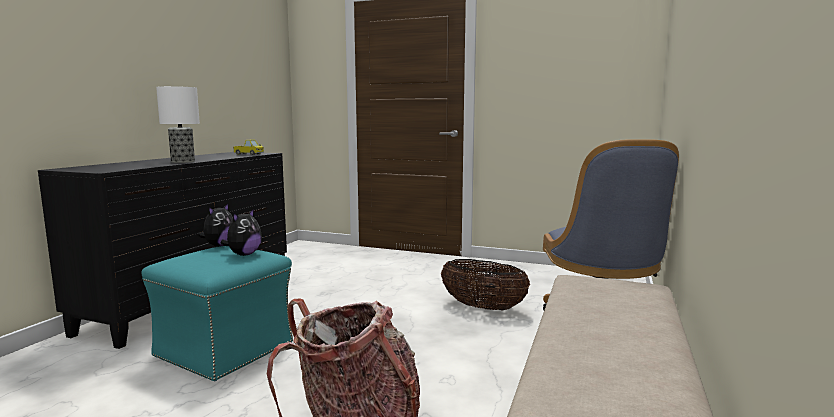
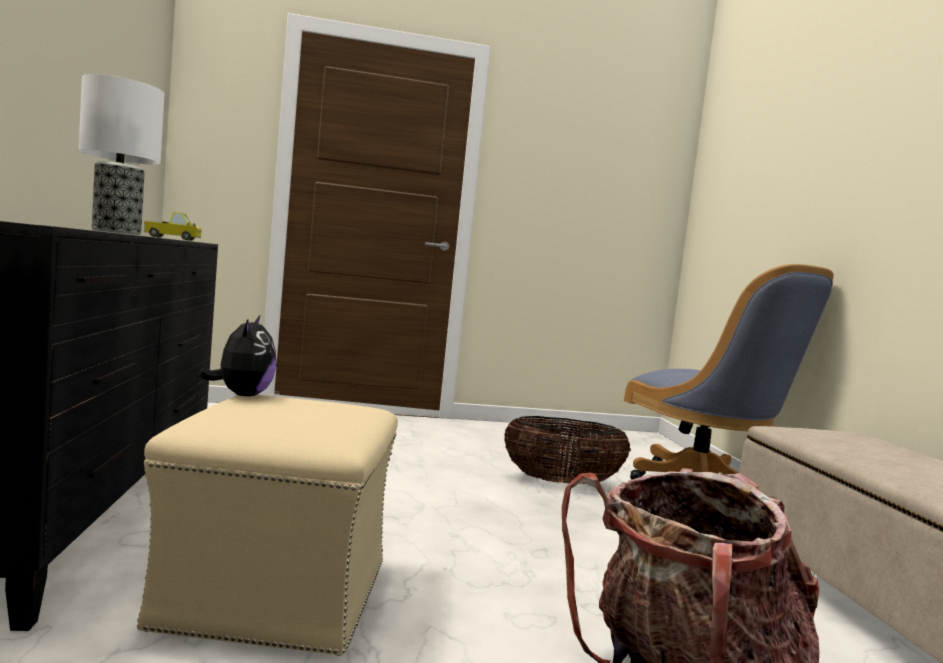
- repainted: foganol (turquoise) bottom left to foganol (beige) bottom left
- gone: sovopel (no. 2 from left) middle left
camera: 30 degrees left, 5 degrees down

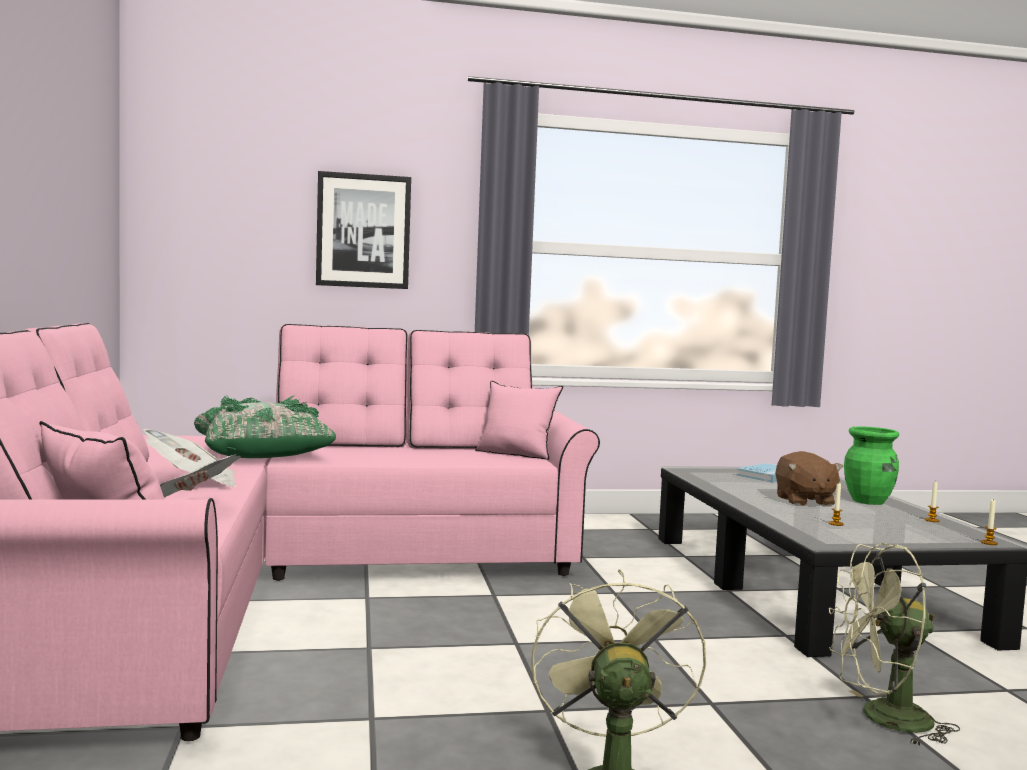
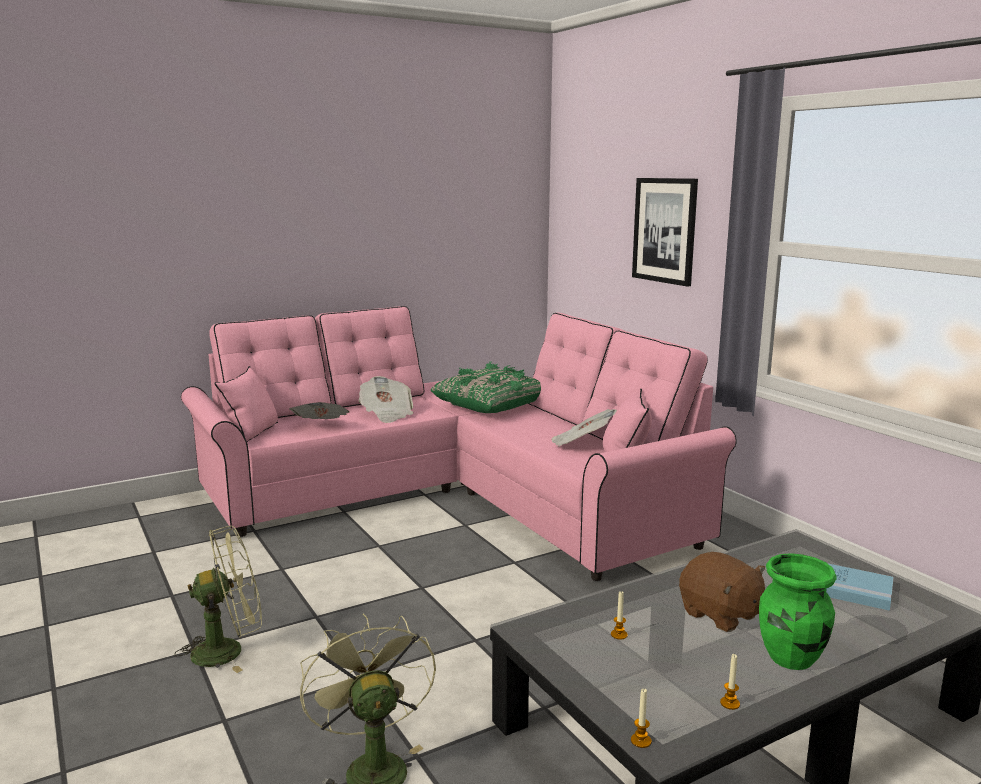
- rotated: sovopel (brown) middle right = bottom right 105 degrees counterclockwise
- new: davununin (no. 3 from left) centre
camera: 70 degrees right, 10 degrees up

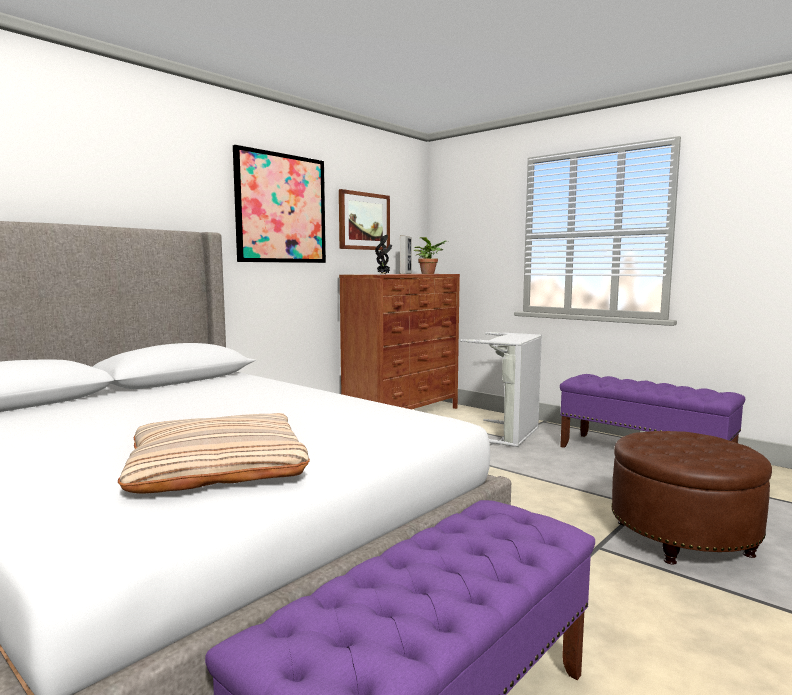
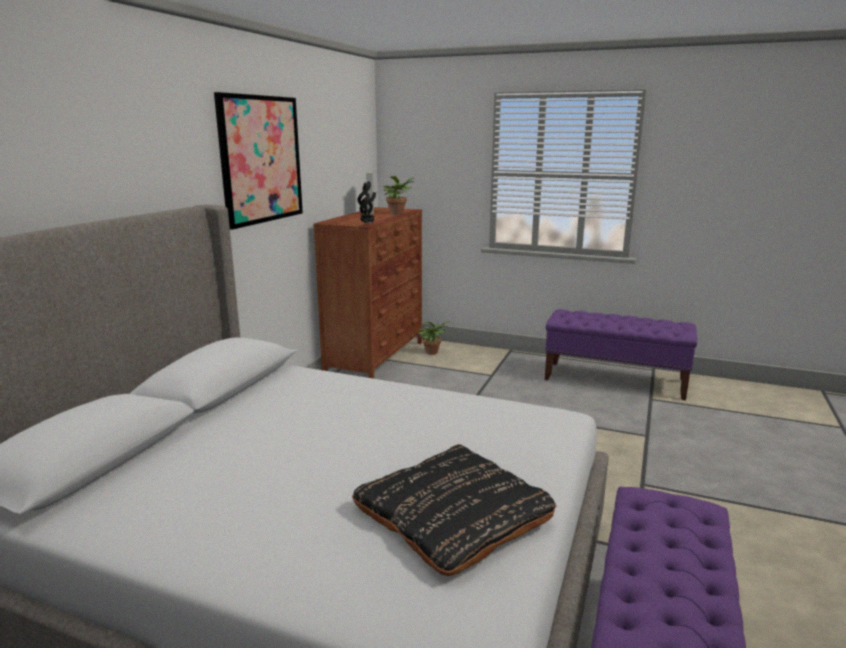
- repainted: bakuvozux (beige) middle left to bakuvozux (black) bottom centre
- gone: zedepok (no. 2 from left) top centre
- gone: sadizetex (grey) centre
- gone: foganol (brown) bottom right
- new: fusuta (no. 3 from left) centre
camera: 20 degrees left, 10 degrees up

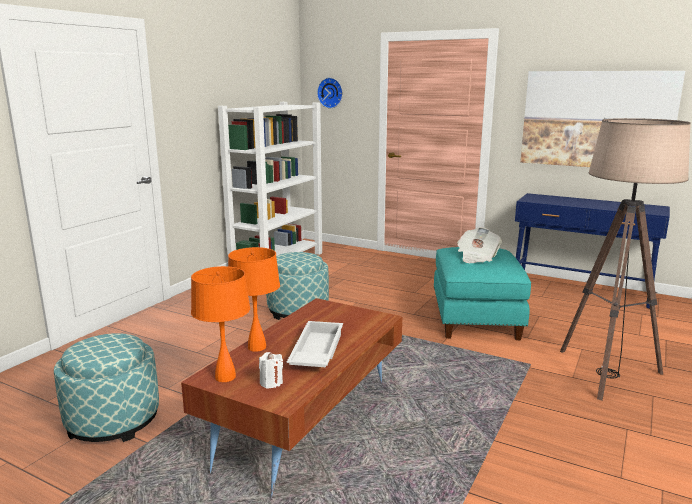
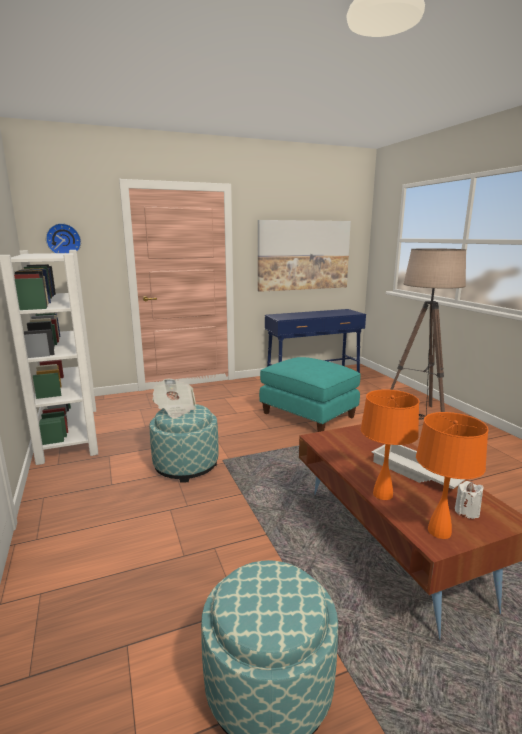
- shifted: davununin middle right to centre
camera: 50 degrees left, 0 degrees up

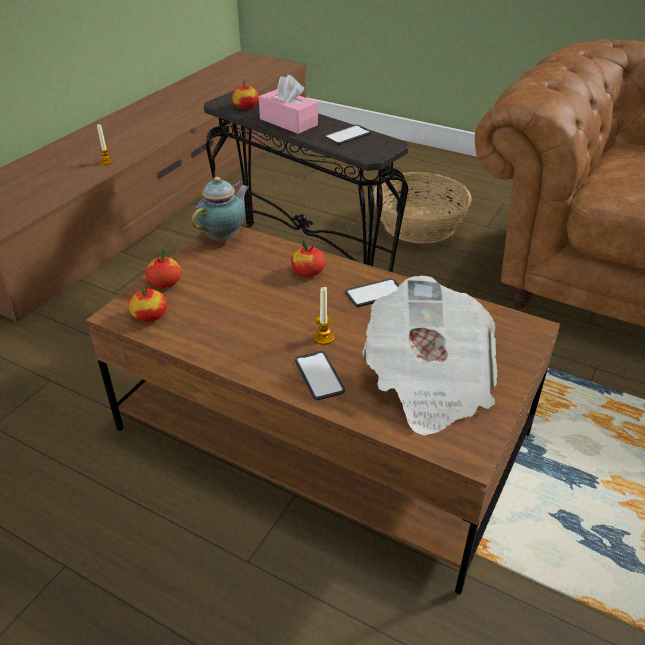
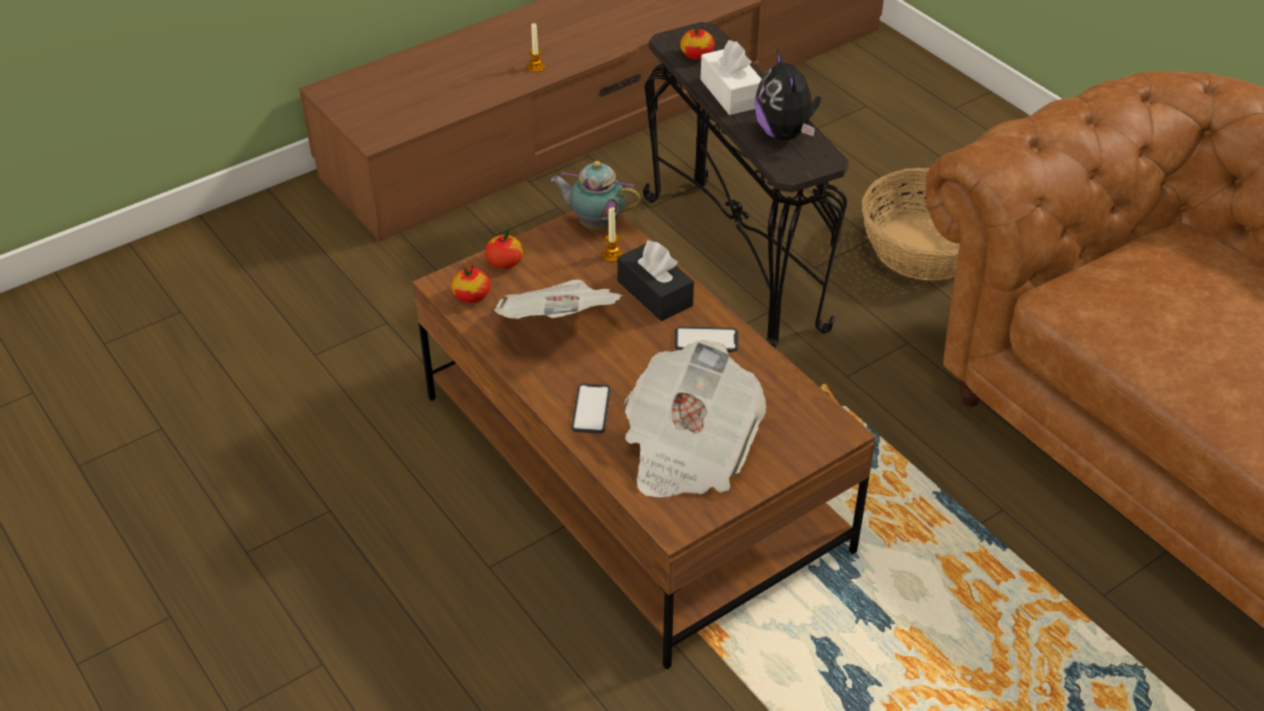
- rotated: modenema top centre = top centre 135 degrees counterclockwise
- repainted: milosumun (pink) top centre to milosumun (white) top centre
- swapped: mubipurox (no. 4 from left) centre to milosumun (black) centre
- shifted: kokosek (no. 2 from left) centre to top centre
- swapped: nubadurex (no. 2 from left) top centre to sovopel top centre
- new: davununin (no. 1 from left) centre
camera: 25 degrees right, 5 degrees up

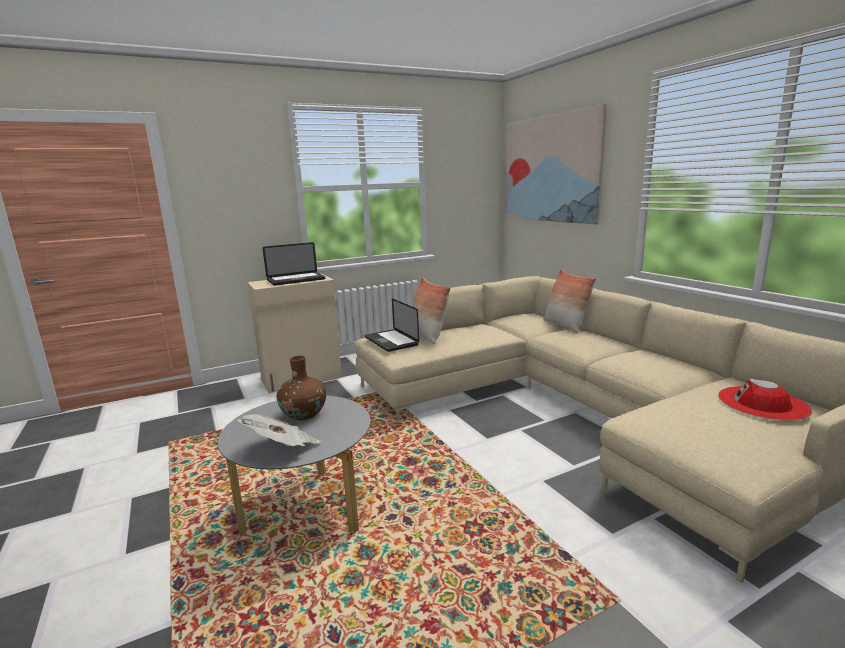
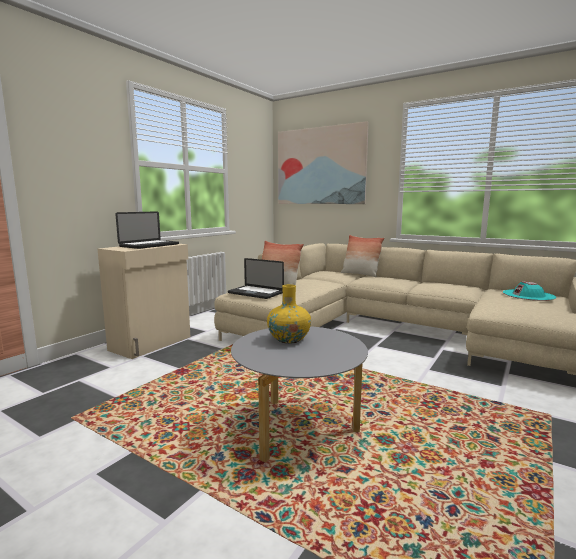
- gone: davununin middle left
- repainted: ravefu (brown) centre to ravefu (yellow) centre
- repainted: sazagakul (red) middle right to sazagakul (turquoise) middle right
camera: 30 degrees left, 5 degrees down

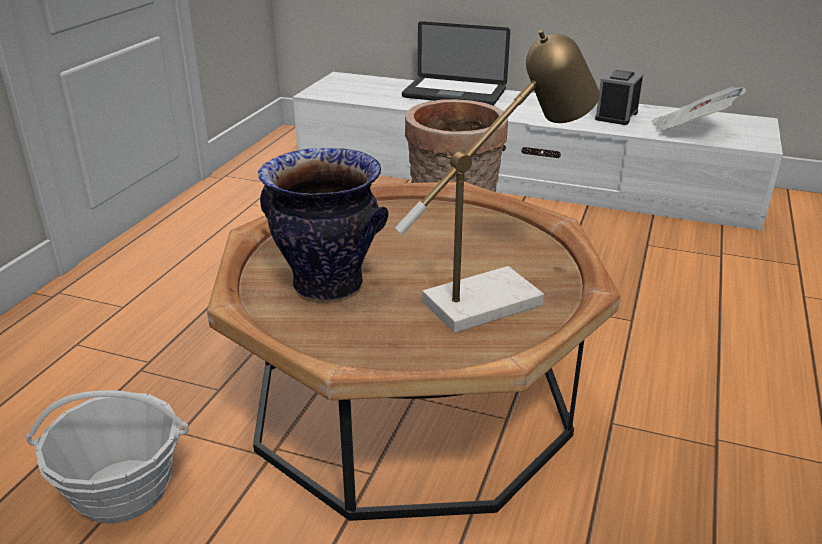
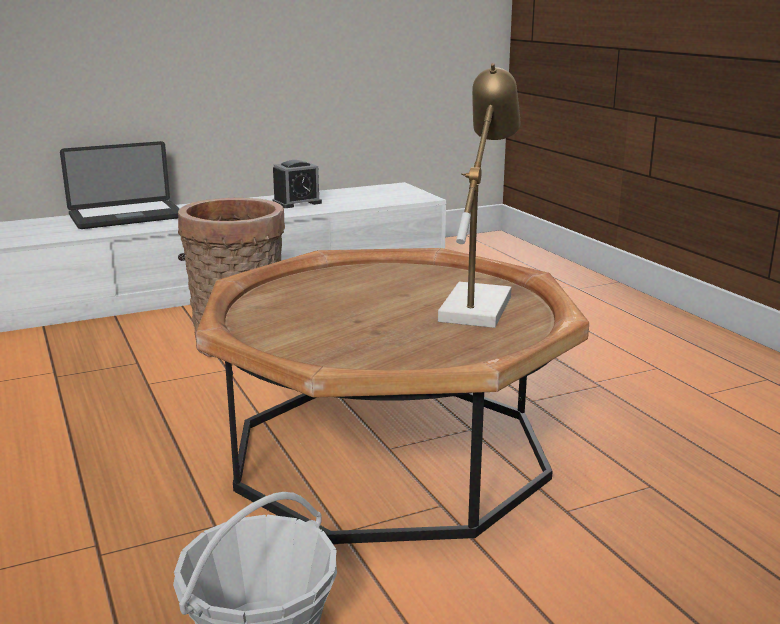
- gone: ravefu centre
- rotated: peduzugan top right = top centre 105 degrees counterclockwise
- gone: davununin top right
camera: 45 degrees left, 10 degrees down

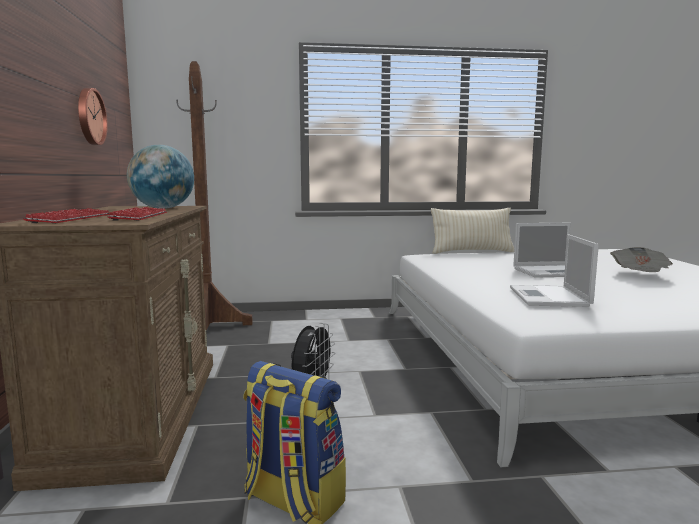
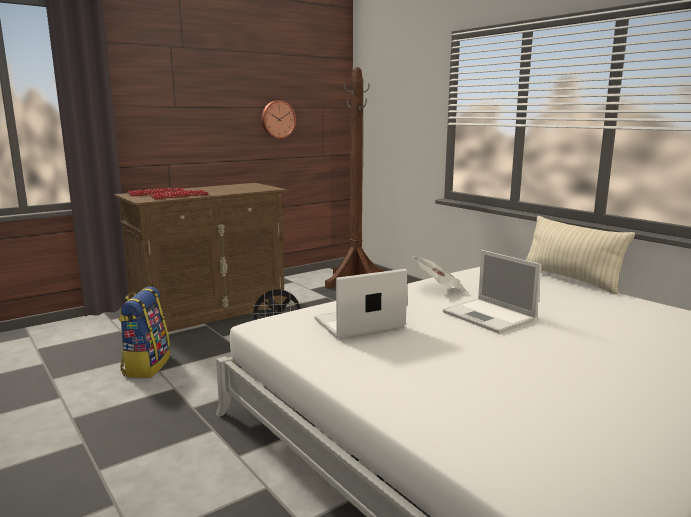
- gone: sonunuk middle left
- shifted: davununin middle right to centre
camera: 60 degrees right, 5 degrees up

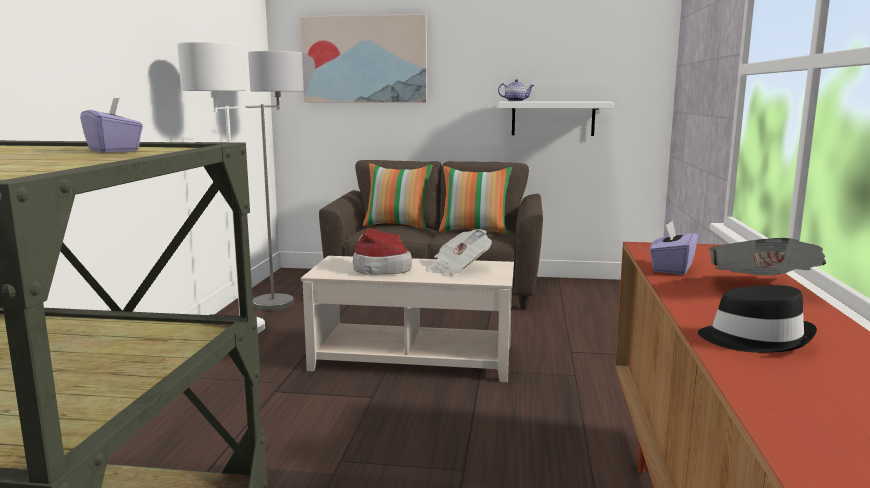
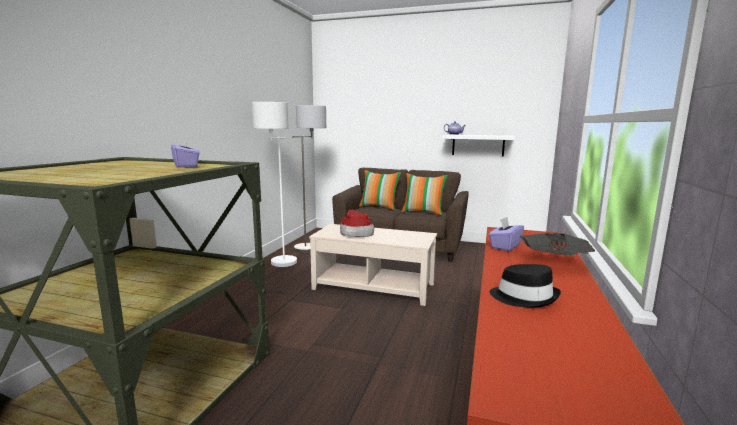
- gone: zedepok top centre
- gone: davununin (no. 1 from left) centre
camera: 10 degrees right, 0 degrees up

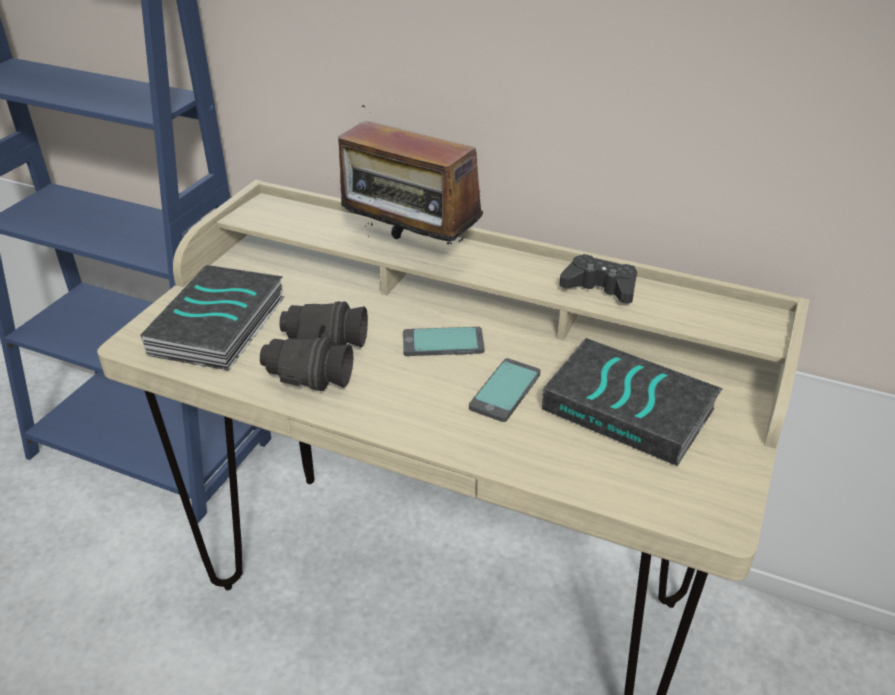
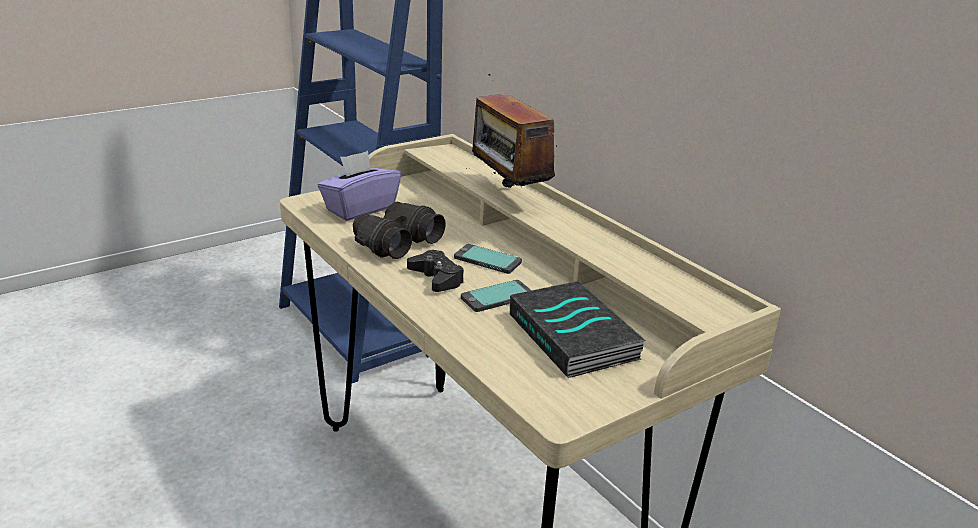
- swapped: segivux (no. 1 from left) middle left to milosumun (purple) centre
- shifted: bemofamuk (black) middle right to centre
camera: 30 degrees right, 10 degrees down

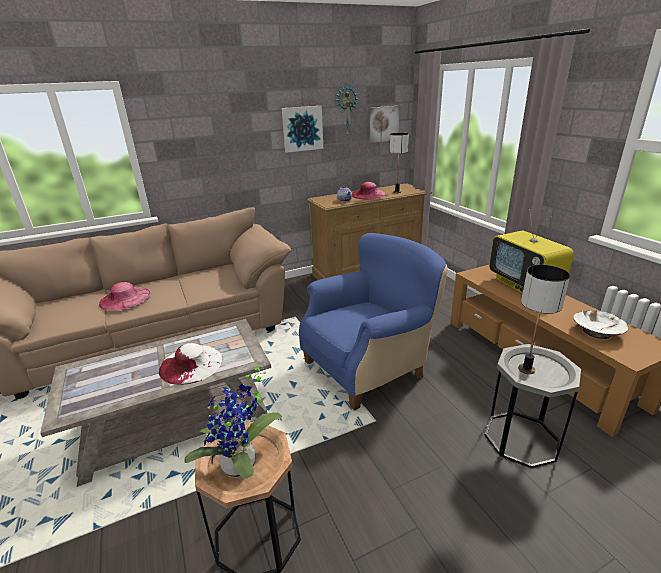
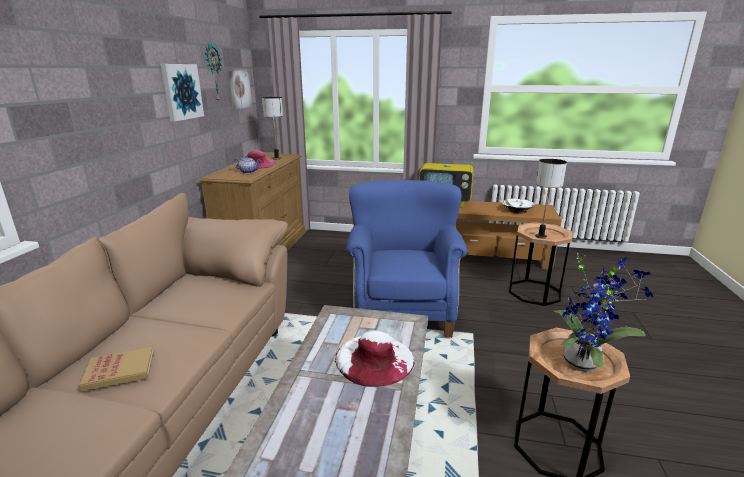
- swapped: sazagakul (pink) (no. 1 from left) middle left to segivux bottom left
- repainted: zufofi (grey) bottom right to zufofi (brown) (no. 1 from left) middle right
camera: 55 degrees left, 5 degrees down

